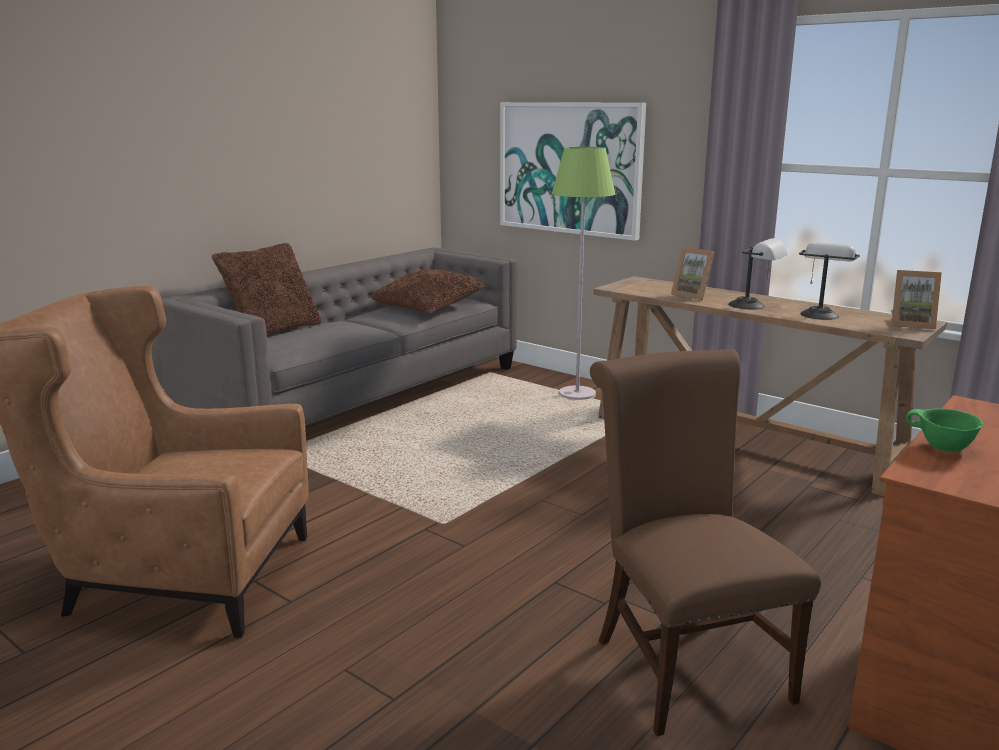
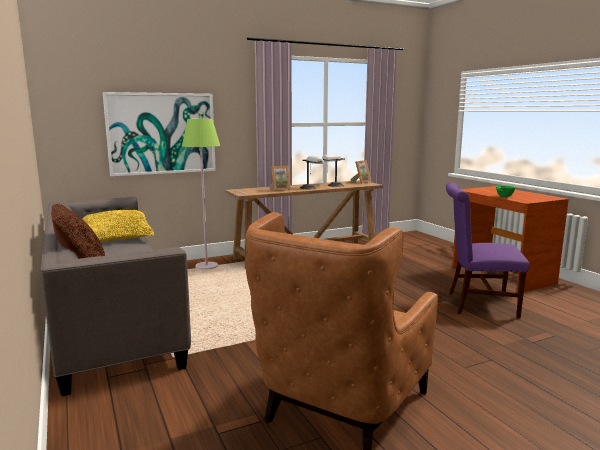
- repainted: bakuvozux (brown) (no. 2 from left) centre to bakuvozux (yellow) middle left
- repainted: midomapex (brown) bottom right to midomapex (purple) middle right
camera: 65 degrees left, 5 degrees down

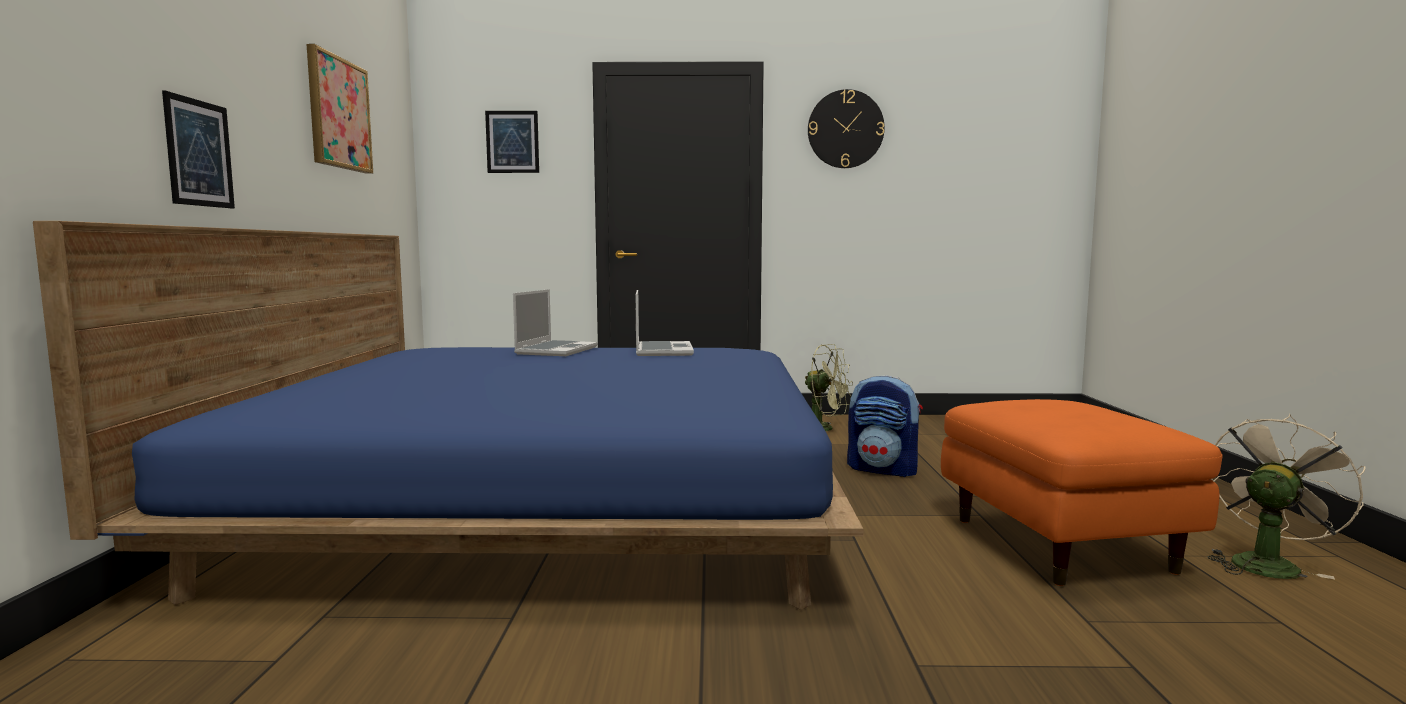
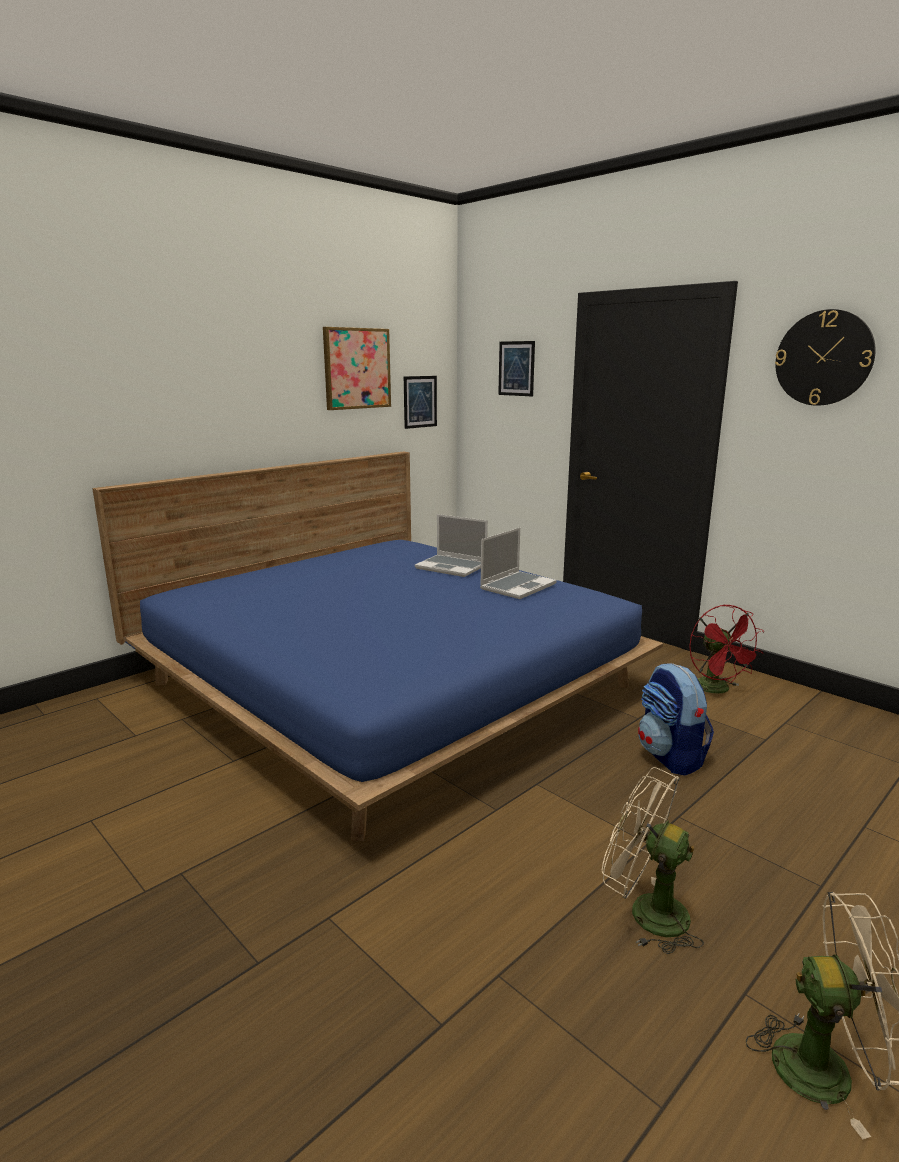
- shifted: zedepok (no. 1 from left in the first image) top left to zedepok (no. 2 from left) centre
- rotated: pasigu (no. 1 from left) centre = centre 60 degrees clockwise
- repainted: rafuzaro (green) centre to rafuzaro (red) middle right
- swapped: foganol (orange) bottom right to rafuzaro (beige) (no. 1 from left) bottom right
camera: 45 degrees right, 10 degrees up

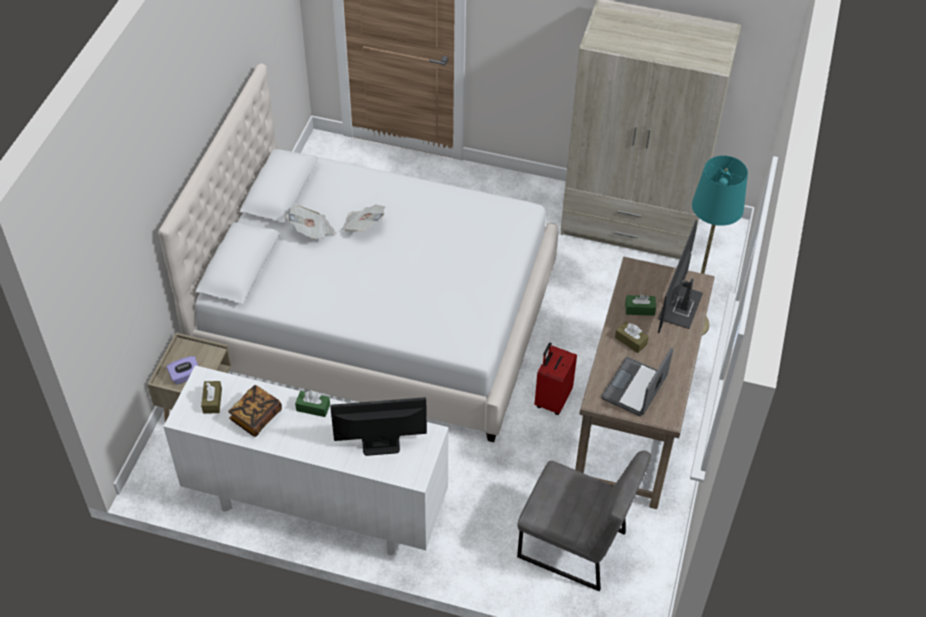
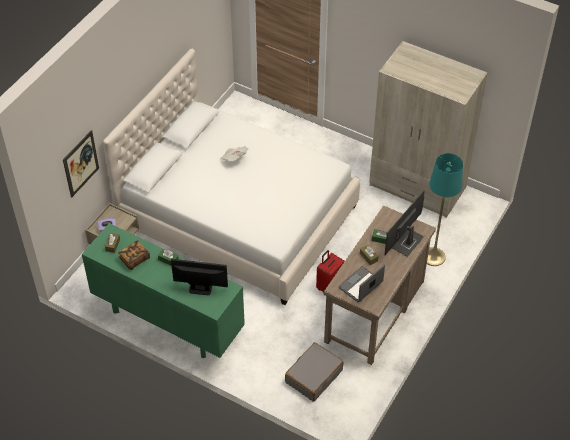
- repainted: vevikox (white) bottom left to vevikox (green) middle left
- gone: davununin (no. 1 from left) centre
- swapped: midomapex (grey) bottom centre to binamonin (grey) bottom centre
- new: zedepok middle left
camera: 15 degrees right, 0 degrees up

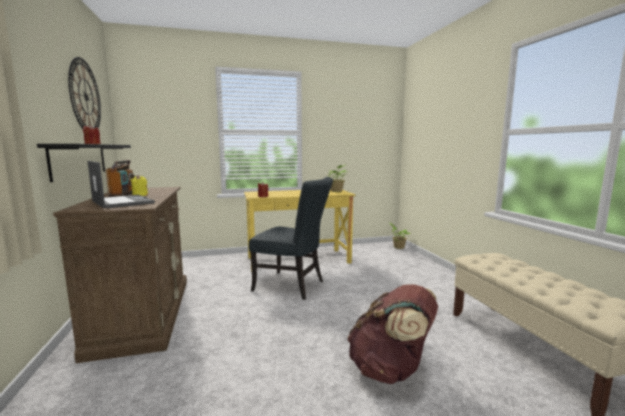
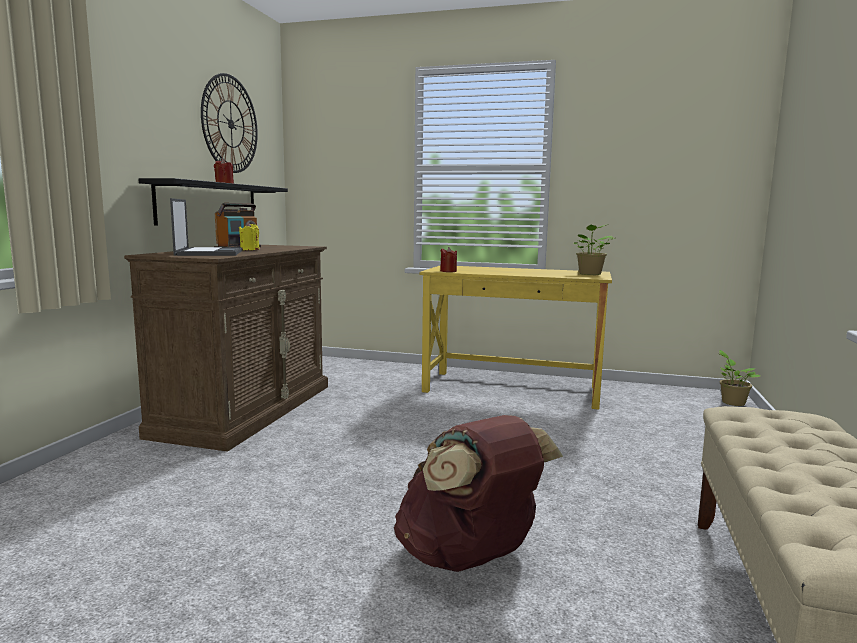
- gone: midomapex (grey) centre
camera: 30 degrees right, 0 degrees up

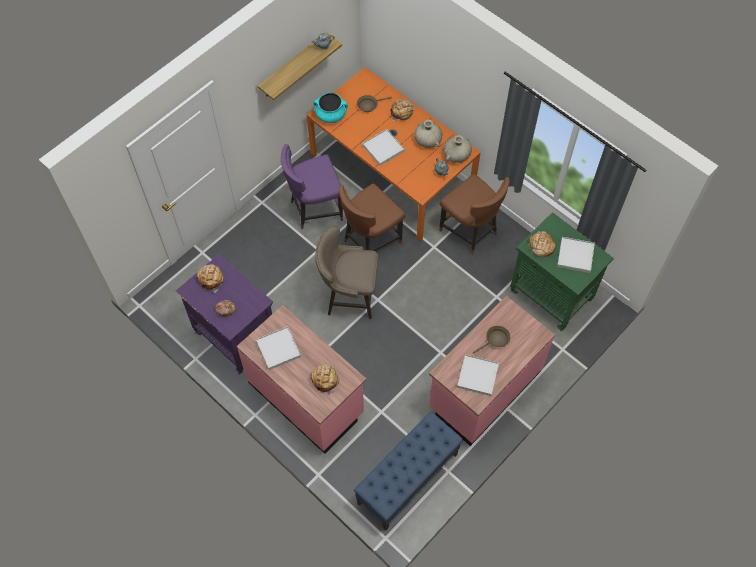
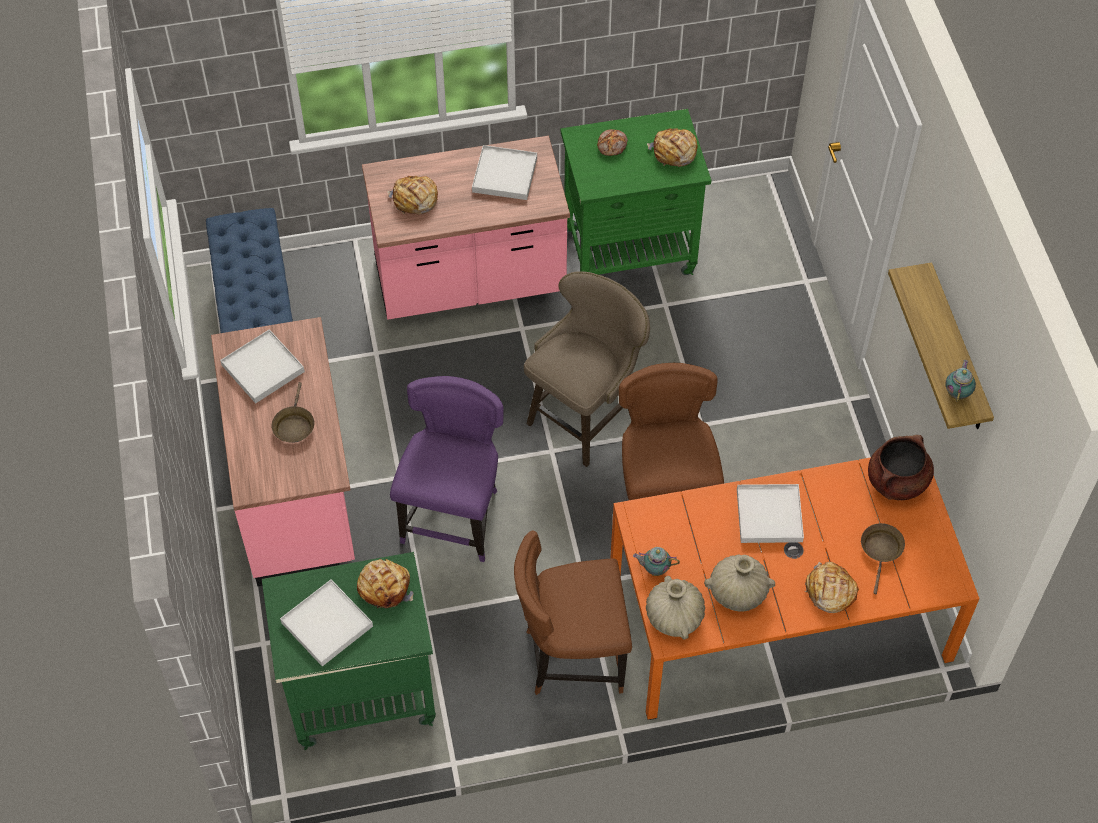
- repainted: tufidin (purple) middle left to tufidin (green) (no. 2 from left) top centre
- shifted: midomapex (purple) top centre to centre
- repainted: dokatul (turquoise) top centre to dokatul (brown) middle right
camera: 125 degrees right, 5 degrees down

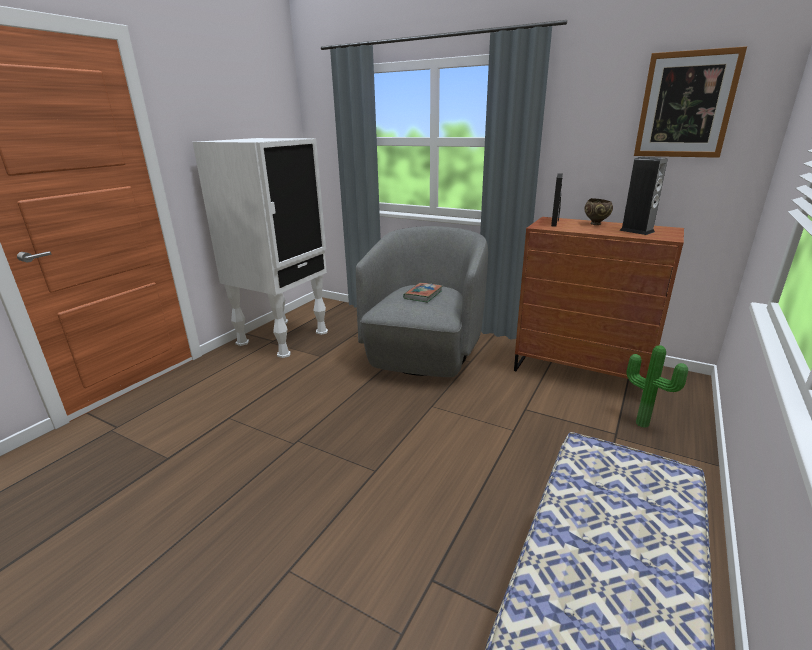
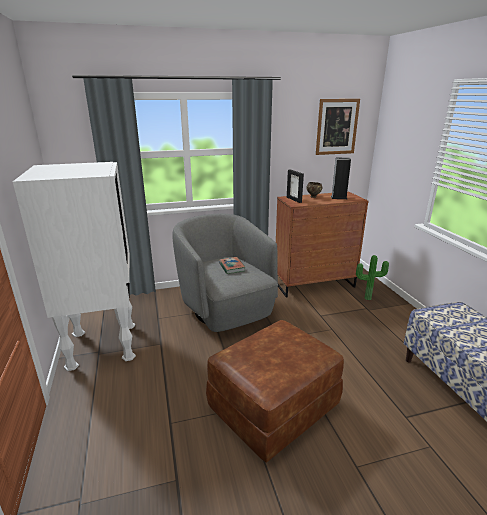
- new: foganol (brown) bottom centre
camera: 45 degrees left, 0 degrees up

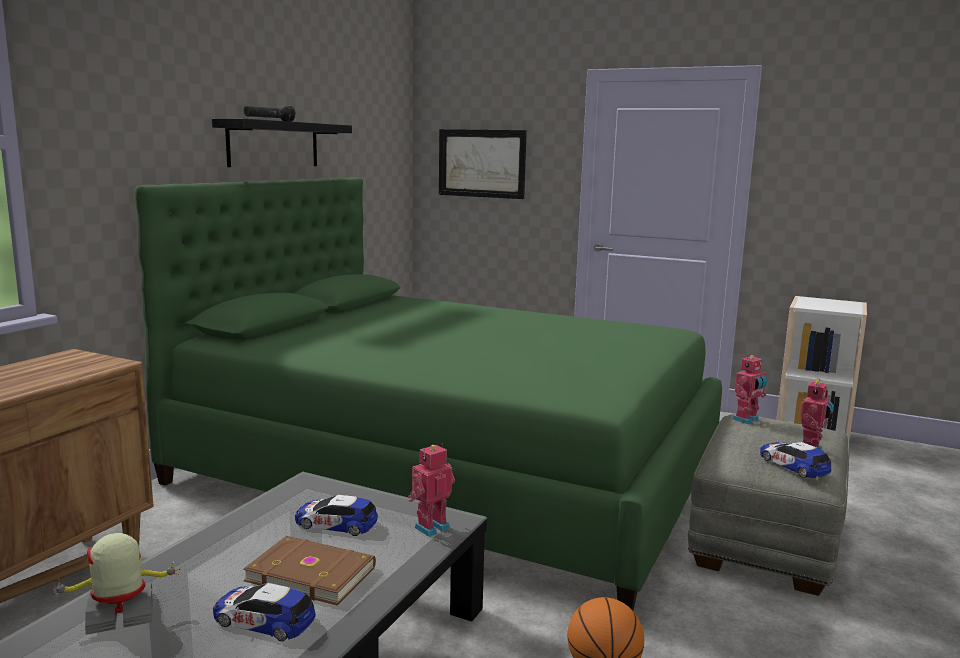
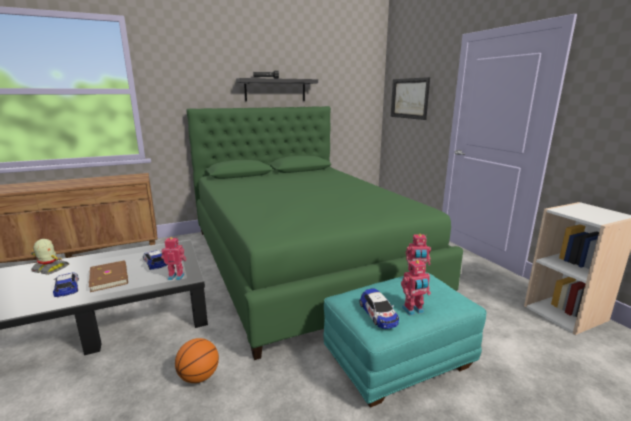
- repainted: foganol (grey) bottom right to foganol (turquoise) bottom centre
- rotated: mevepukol (no. 3 from left) bottom right = bottom centre 150 degrees clockwise
camera: 40 degrees right, 5 degrees up

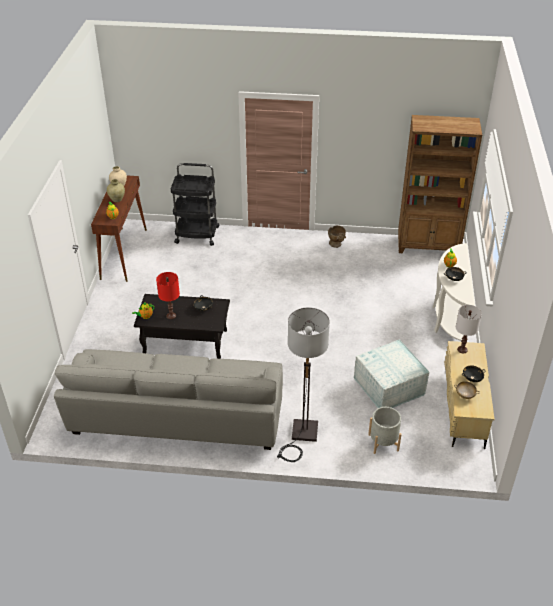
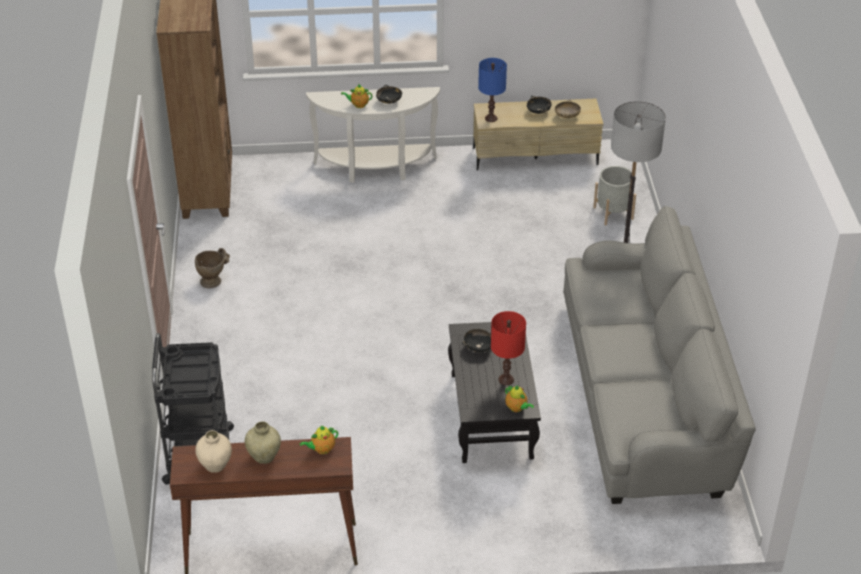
- gone: foganol (white) middle right
- repainted: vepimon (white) middle right to vepimon (blue) top centre
camera: 100 degrees left, 0 degrees up

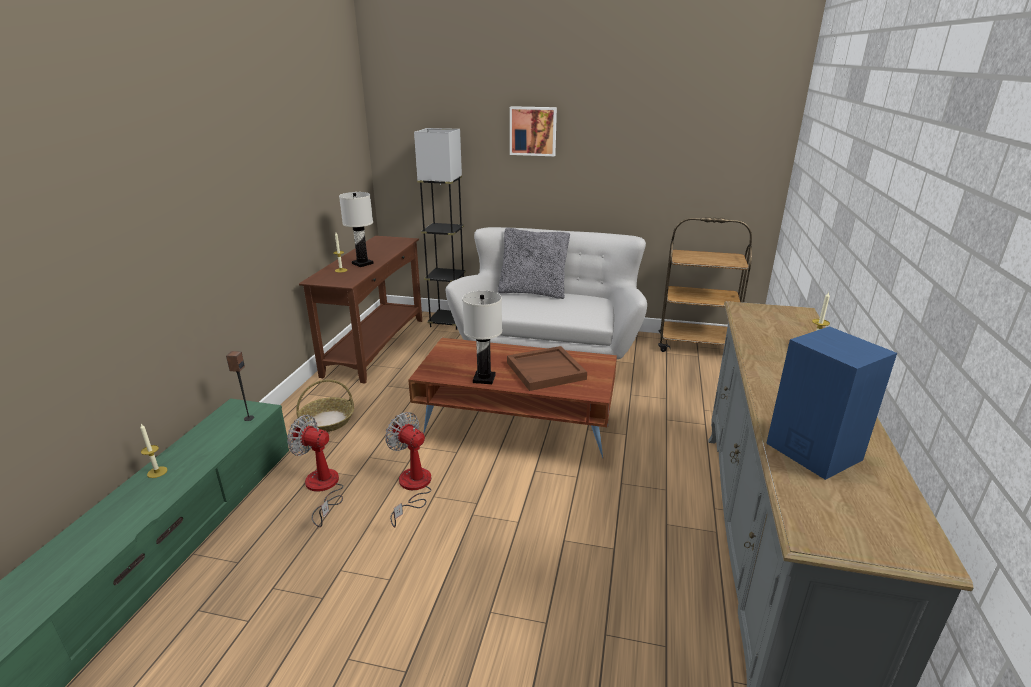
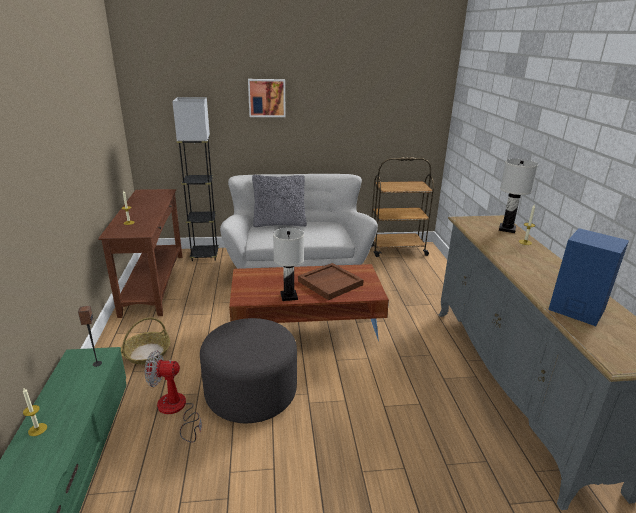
- shifted: vepimon (white) (no. 1 from left in the first image) centre to vepimon (white) (no. 2 from left) middle right
- swapped: rafuzaro (no. 2 from left) bottom centre to foganol (grey) bottom centre
camera: 20 degrees left, 0 degrees up

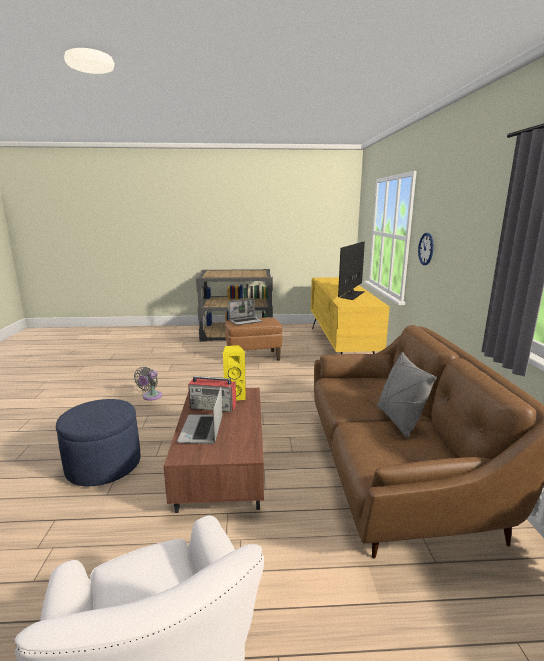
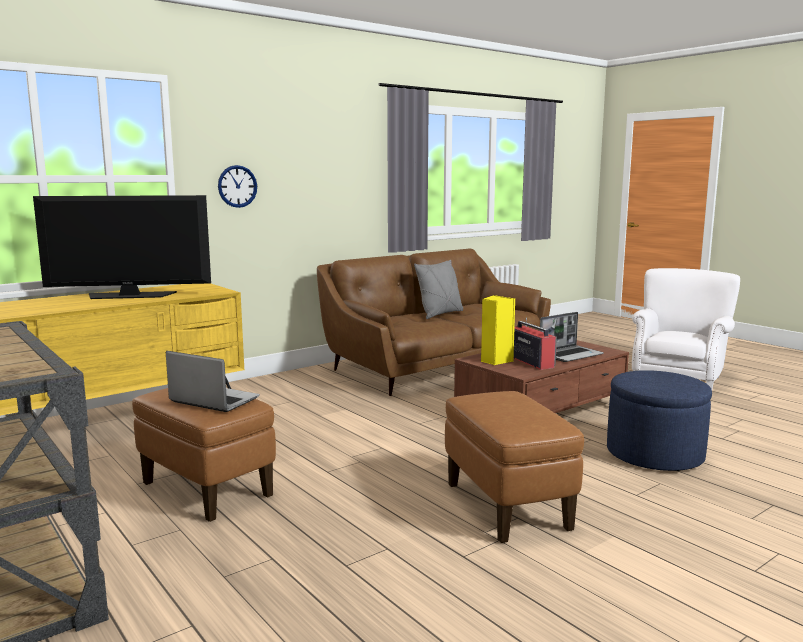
- swapped: rafuzaro (grey) middle left to foganol (brown) (no. 2 from left) bottom centre
camera: 125 degrees left, 5 degrees down

